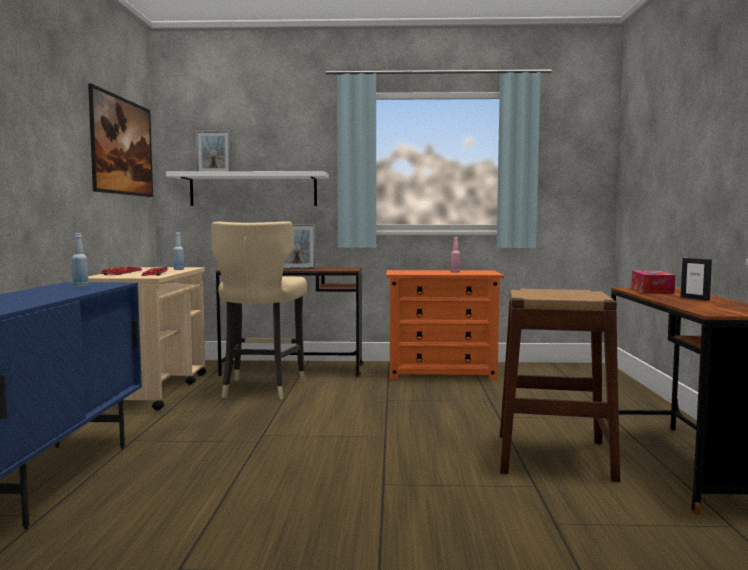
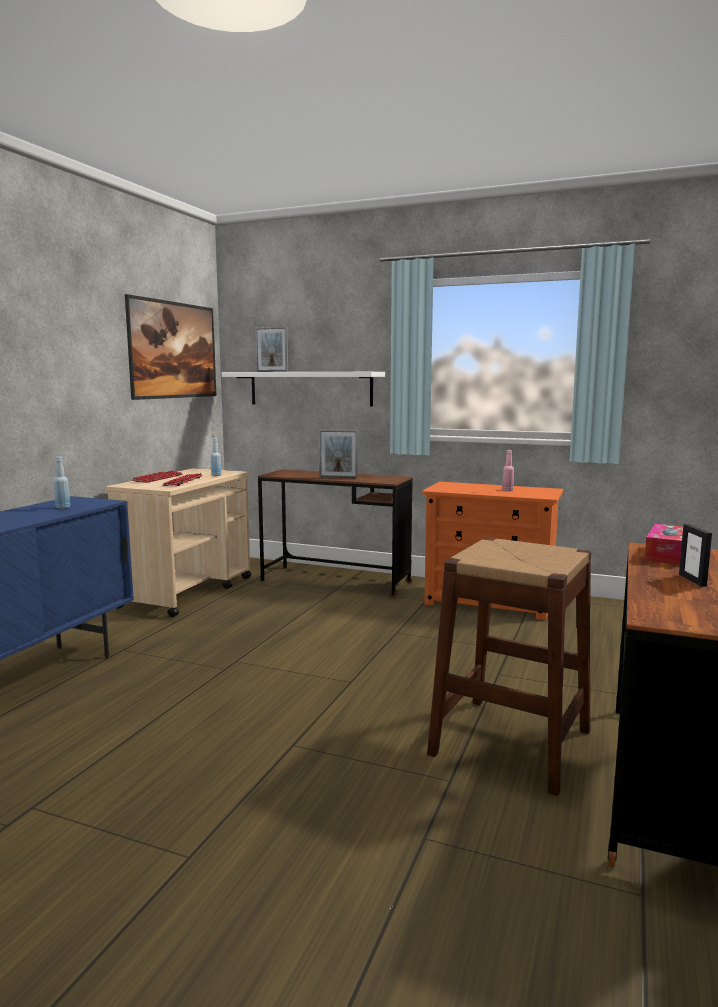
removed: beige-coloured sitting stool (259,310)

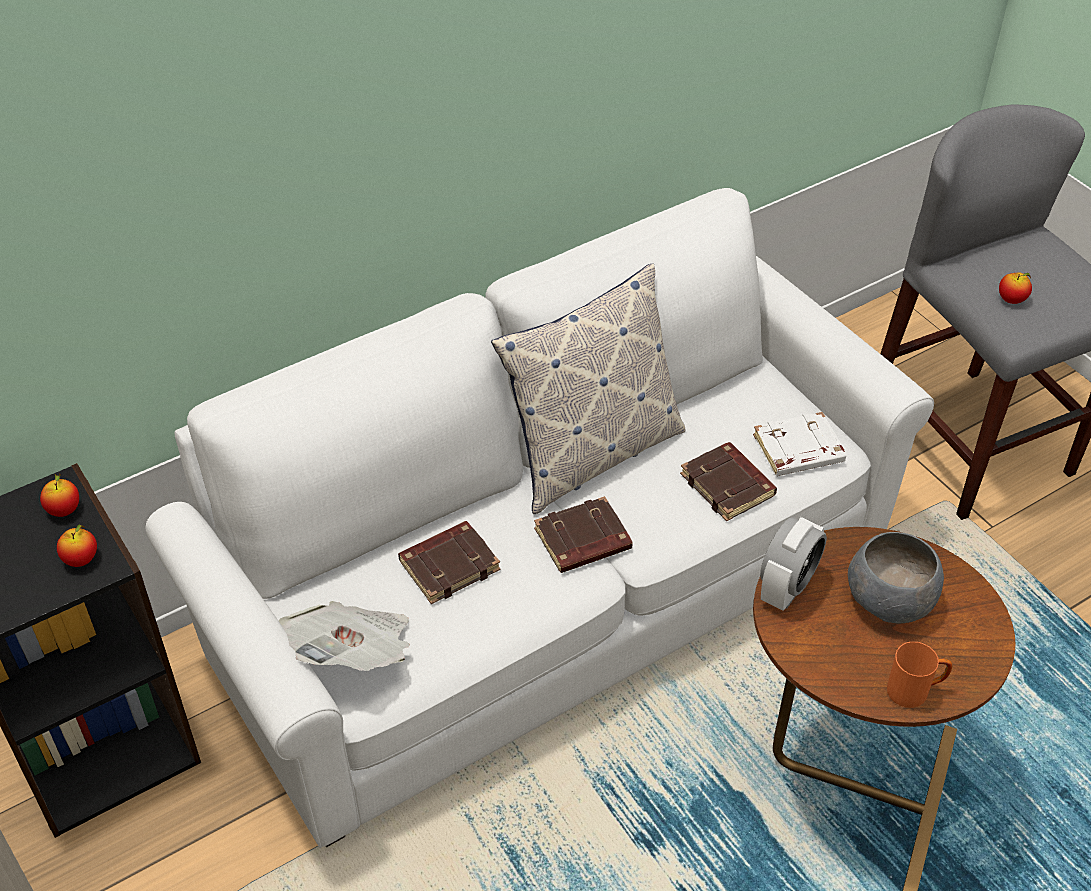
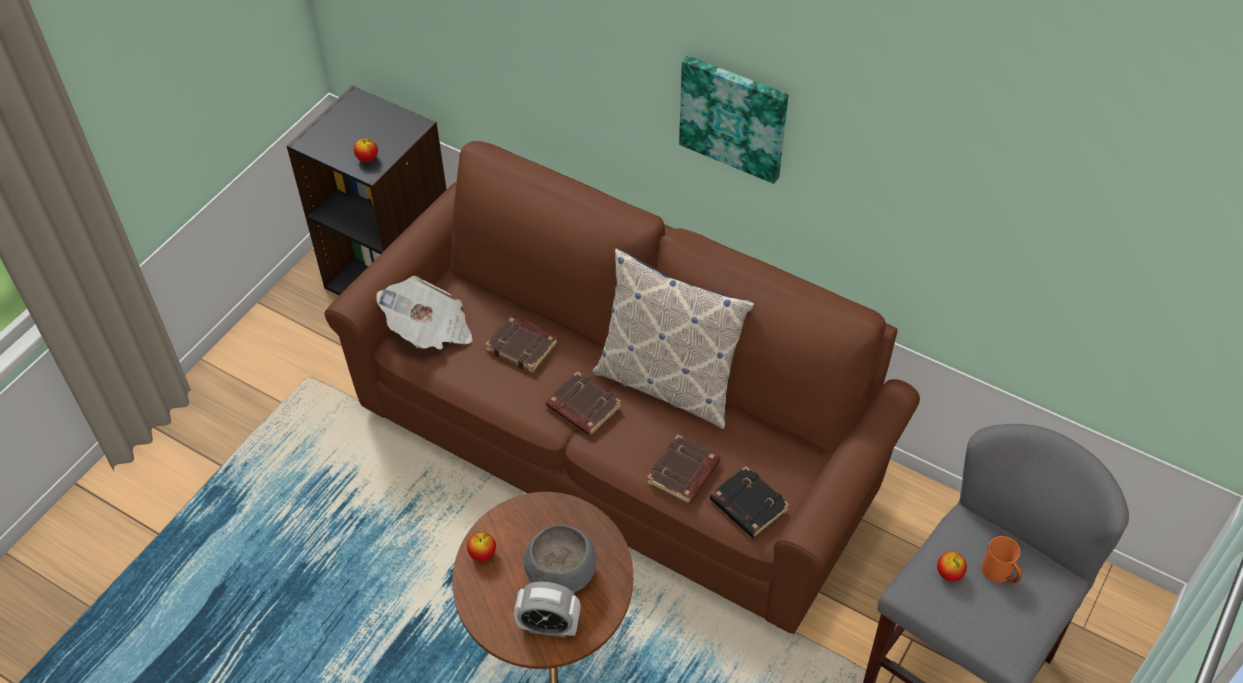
added: wall picture (733,119)
moved: apple fruit (59,495) to (481,546); bedside clock (793,564) to (547,610); orange coffee mug (919,675) to (1001,559)
recoloured: white-coloured sofa (540,518) to brownish sofa (622,387); white-coloured bound book (799,444) to black bound book (750,502)

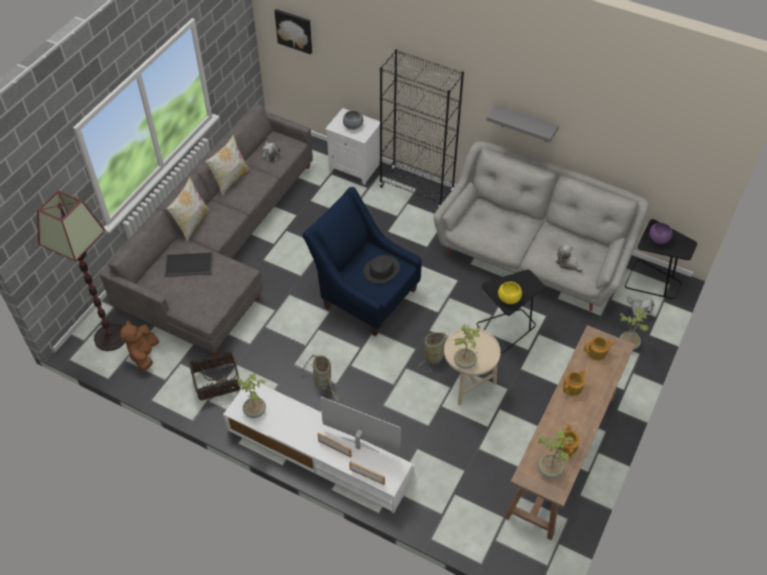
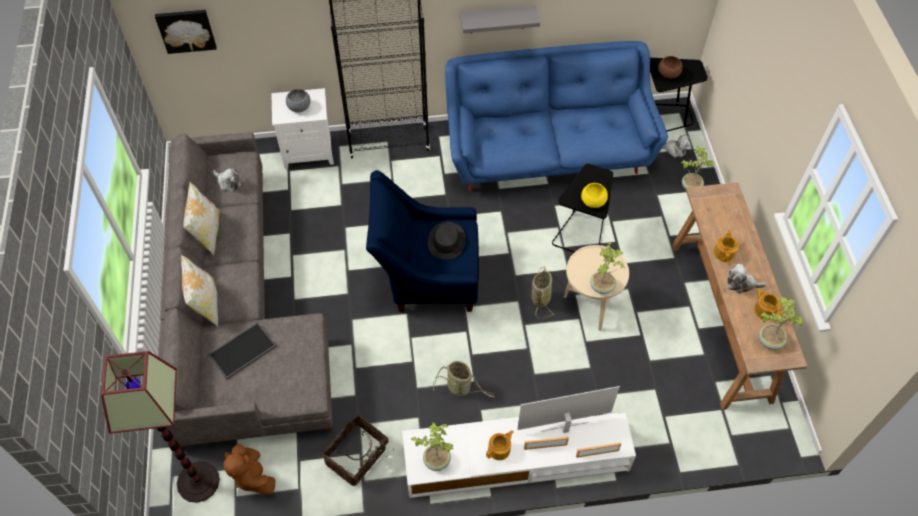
moved: plush toy (569,258) to (747,279); teapot (599,348) to (500,445)
recoloured: grey sofa (541,226) to blue sofa (556,116); purple bowl (661,233) to brownish bowl (670,67)

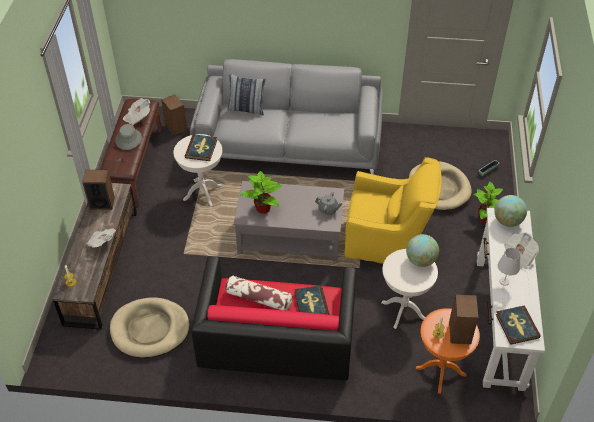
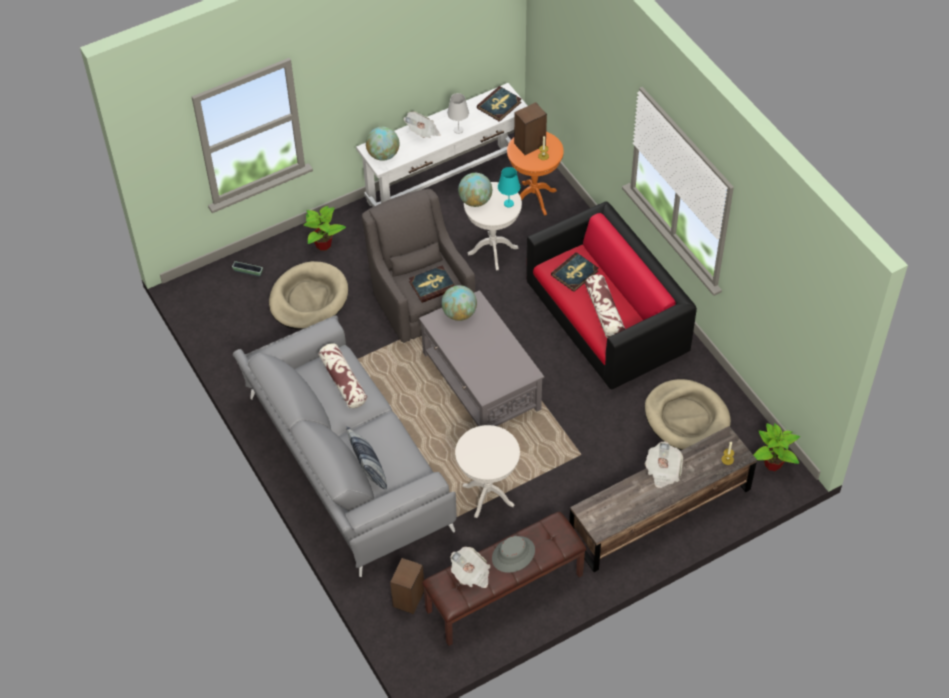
removed: audio speaker (98,190)
added: cushion (342,375); turquoise lamp for a table (509,187)
moved: bound book (201,147) to (432,284); houseplant (261,192) to (777,447)
replaced: grey teapot (328,203) to world globe (459,303)
recoloured: yellow-coloured armchair (393,210) to grey armchair (418,266)

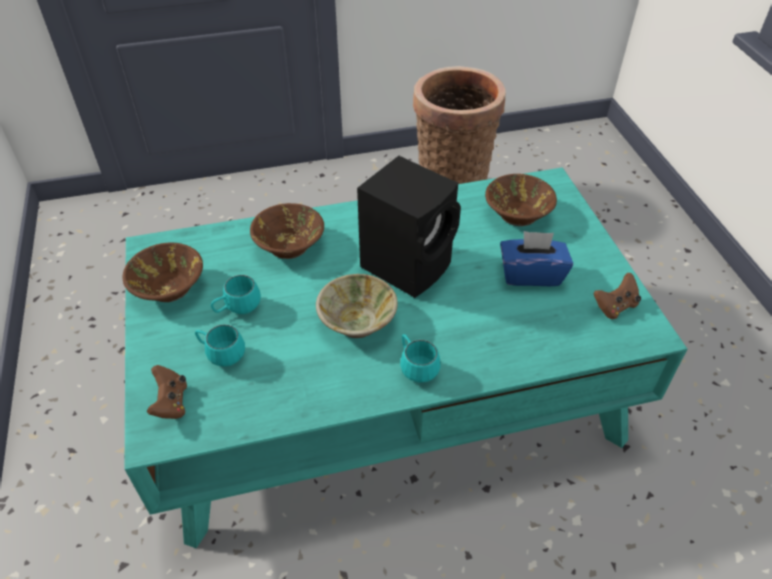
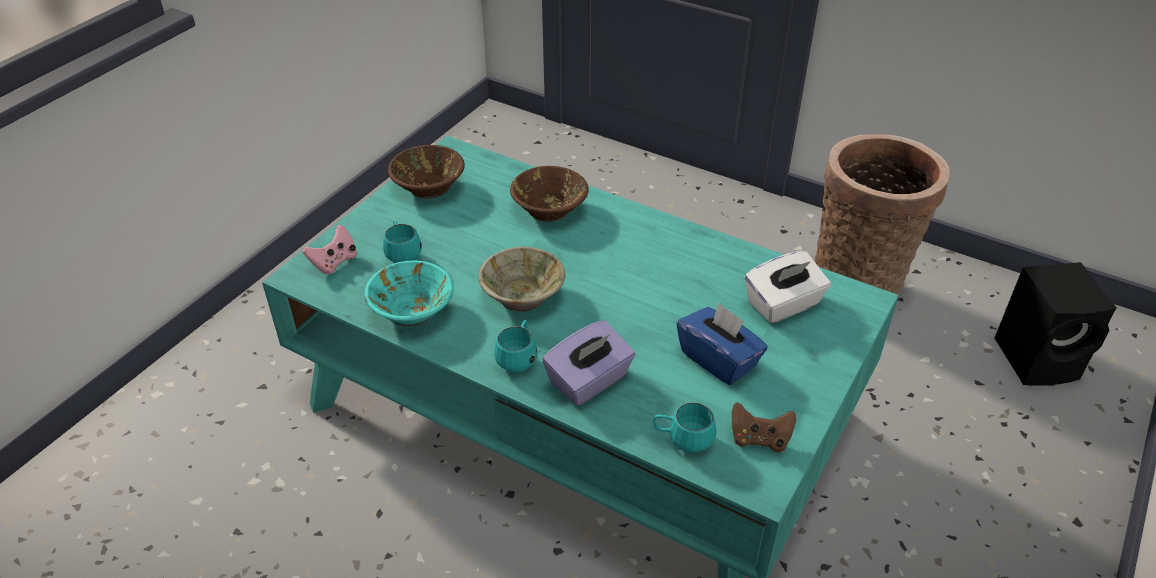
added: turquoise bowl (409,293); purple box of tissues (589,363)
moved: turquoise coffee mug (236,294) to (684,427); black audio speaker (409,227) to (1056,323)
replaced: brownish bowl (521,200) to white-coloured box of tissues (788,287)
recoloured: brownish joypad (167,392) to pink-coloured joypad (330,249)

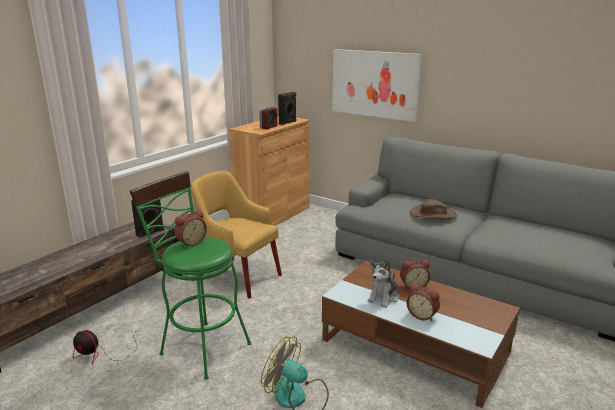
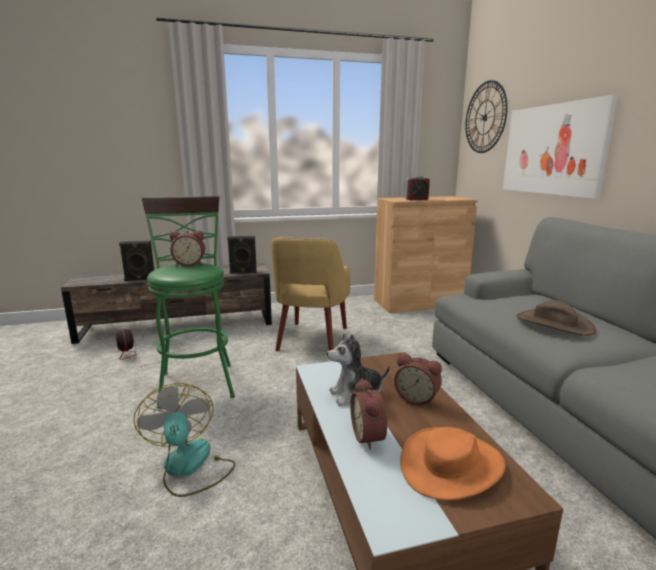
added: orange clothing hat (453,463); clock on the wall (486,116)
moved: black audio speaker (287,108) to (136,261)
turned: yellow-coloured armchair (236,235) = (311,294) 150 degrees counterclockwise

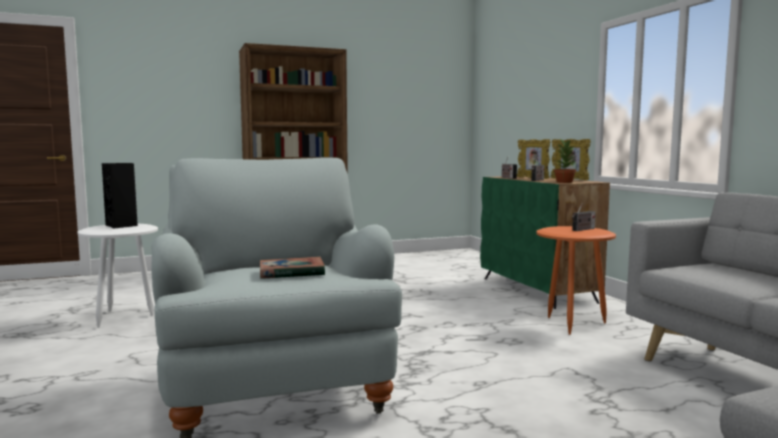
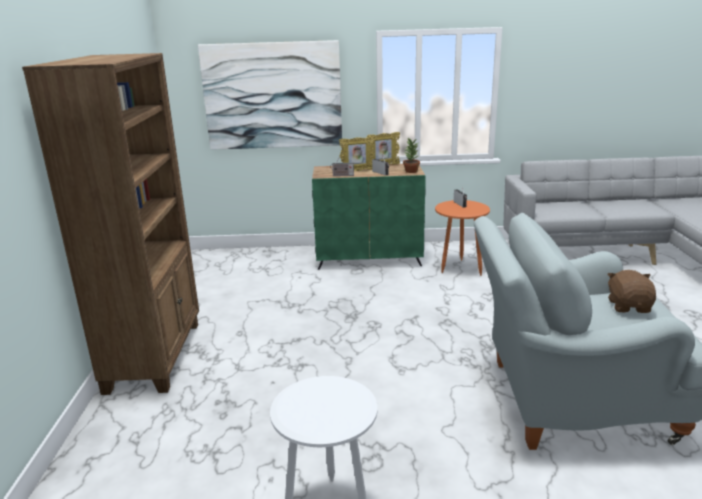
removed: black audio speaker (120,196)
added: wall picture (270,95)
replaced: bound book (292,268) to brownish plush toy (631,291)

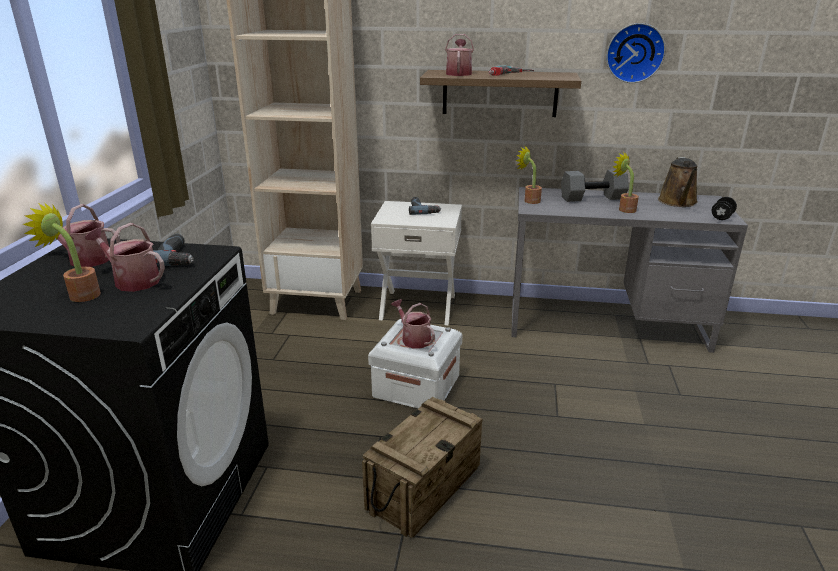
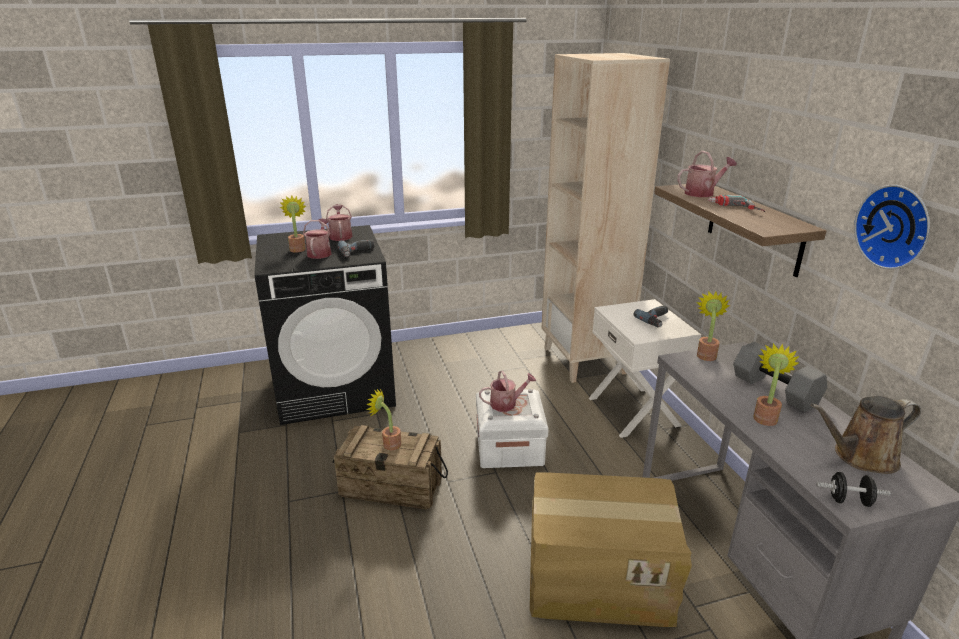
added: houseplant (383,419); carton (611,550)
turned: watering pot (413,323) = (507,391) 45 degrees clockwise

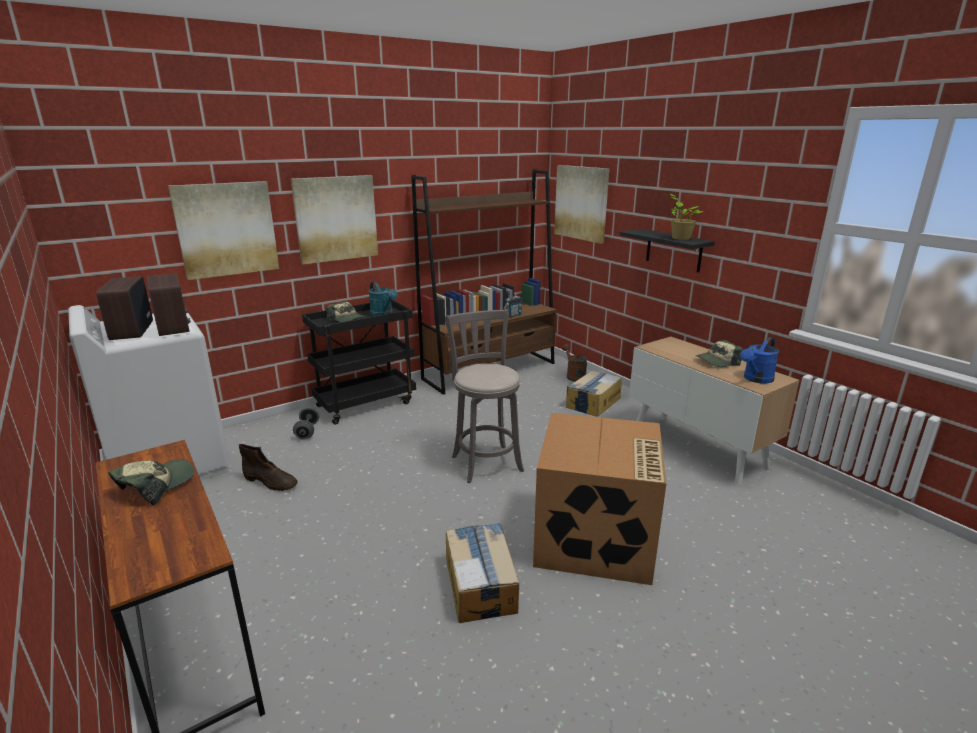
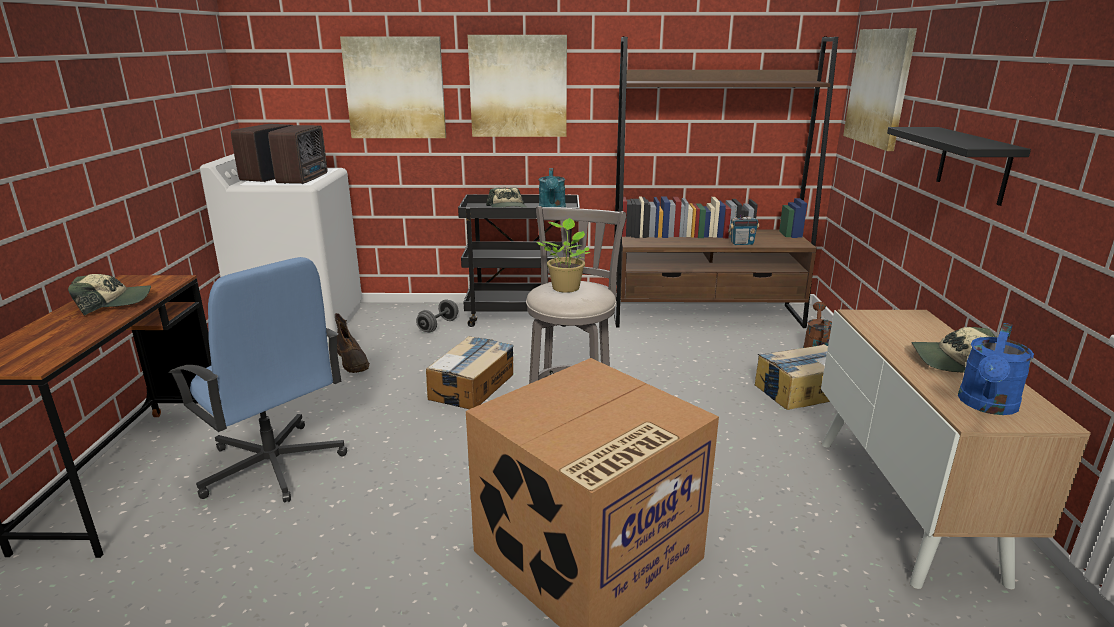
added: blue office chair (257,380)
moved: carton (482,573) to (470,372); houseplant (687,217) to (564,255)
turned: blue watering pot (759,360) = (996,369) 45 degrees counterclockwise

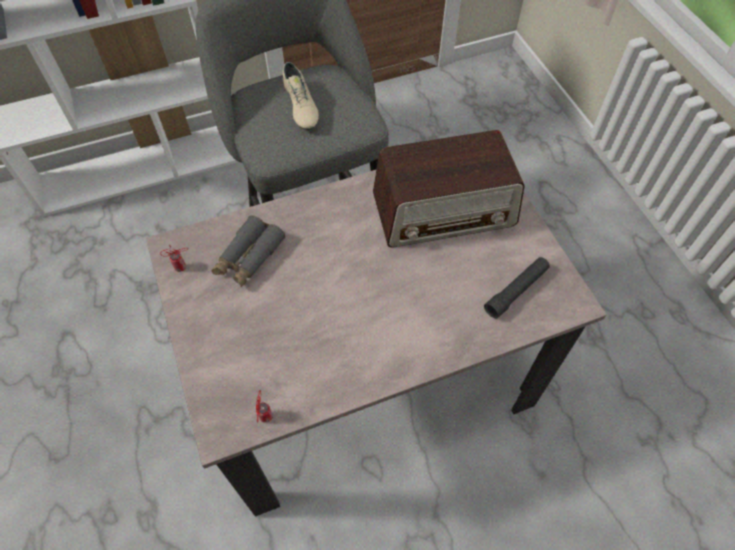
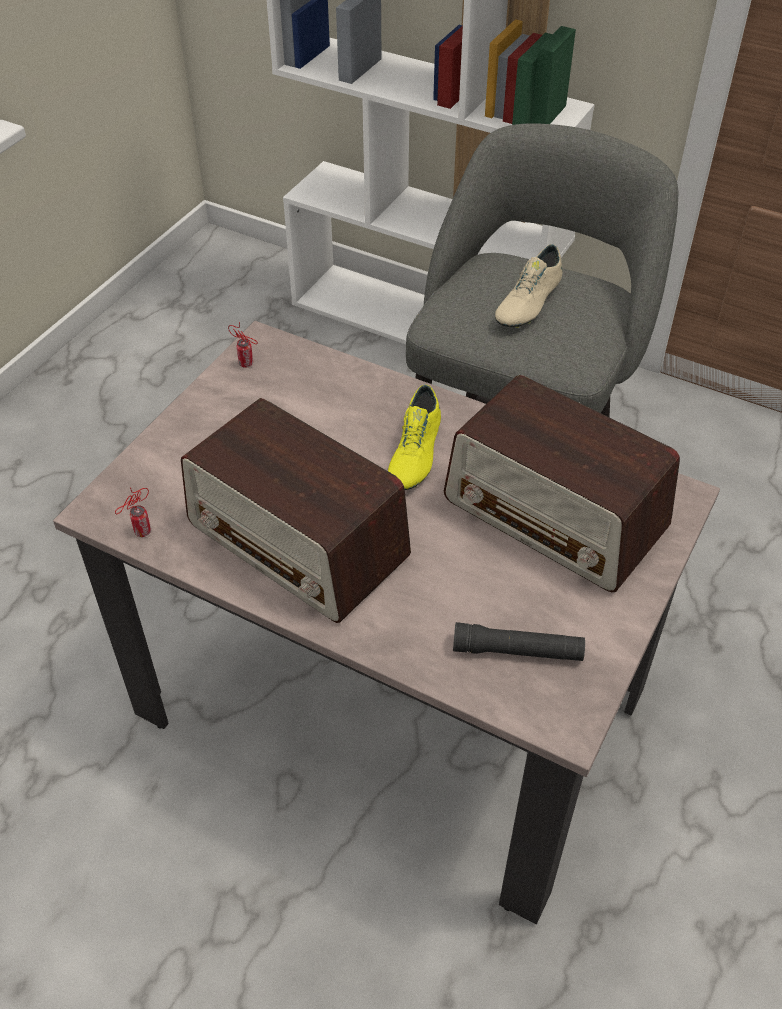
removed: grey binoculars (248,251)
added: radio receiver (296,510); yellow-coloured low shoe (414,437)

